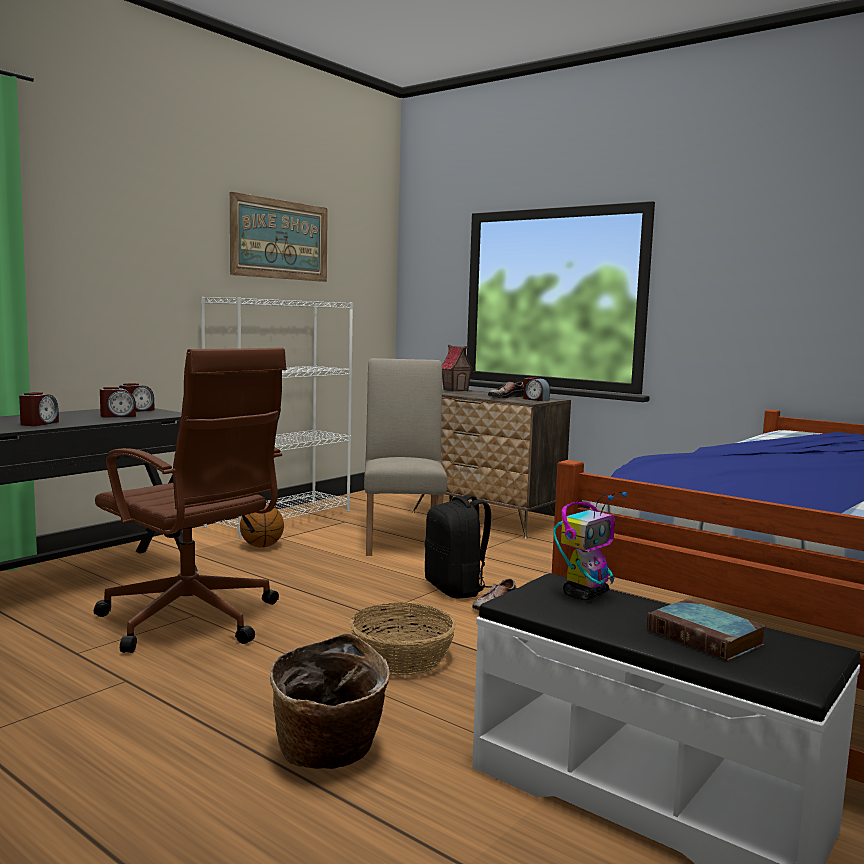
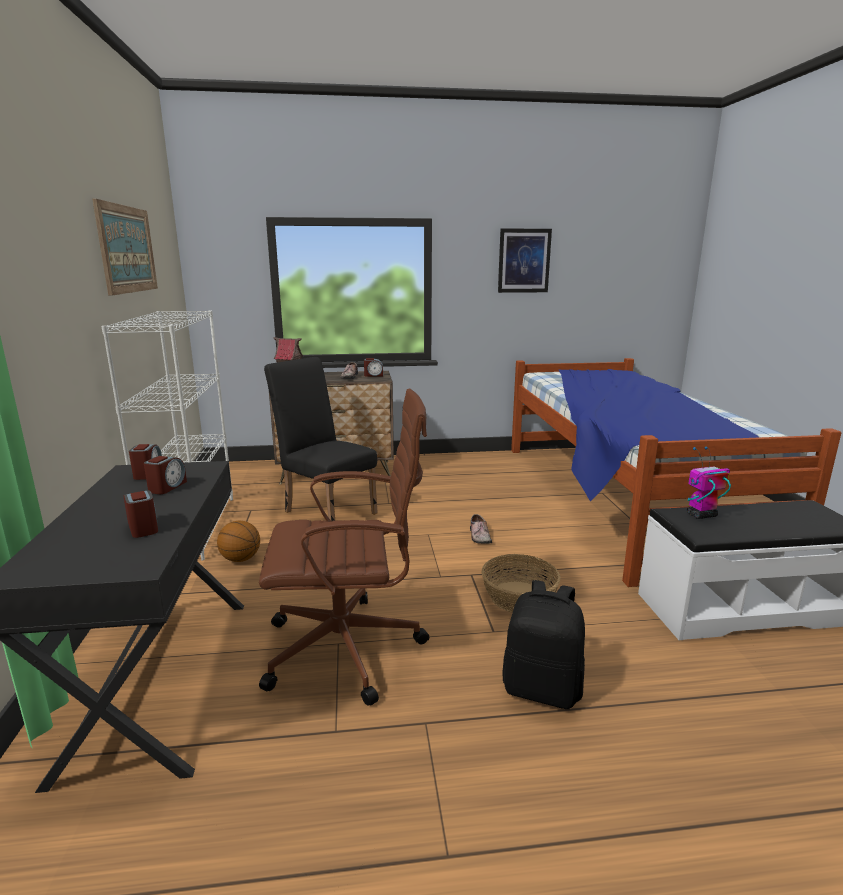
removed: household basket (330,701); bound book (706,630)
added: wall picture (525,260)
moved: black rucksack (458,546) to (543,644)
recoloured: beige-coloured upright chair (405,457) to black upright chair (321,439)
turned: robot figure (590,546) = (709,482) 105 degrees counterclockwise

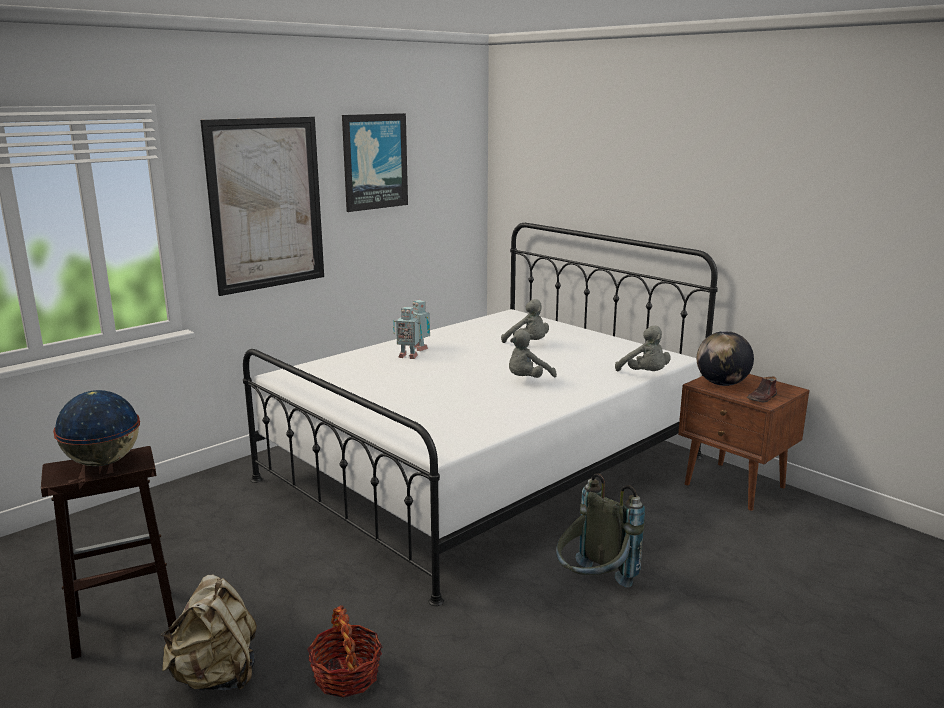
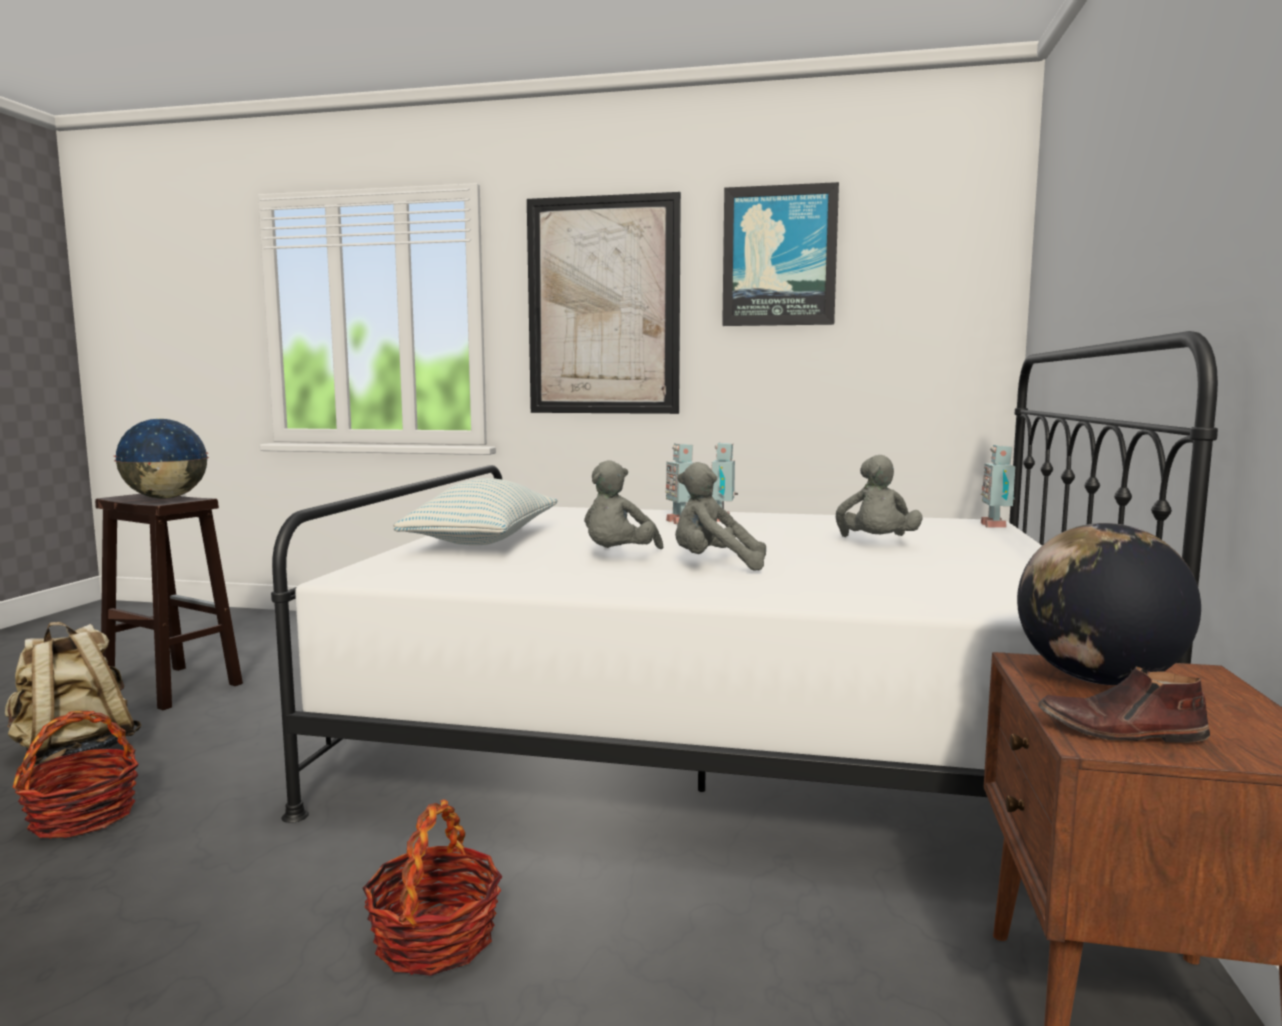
added: cushion (475,511); robot figure (998,486)
moved: grey plush toy (643,348) to (623,504)
replaced: grey rucksack (600,530) to household basket (433,888)

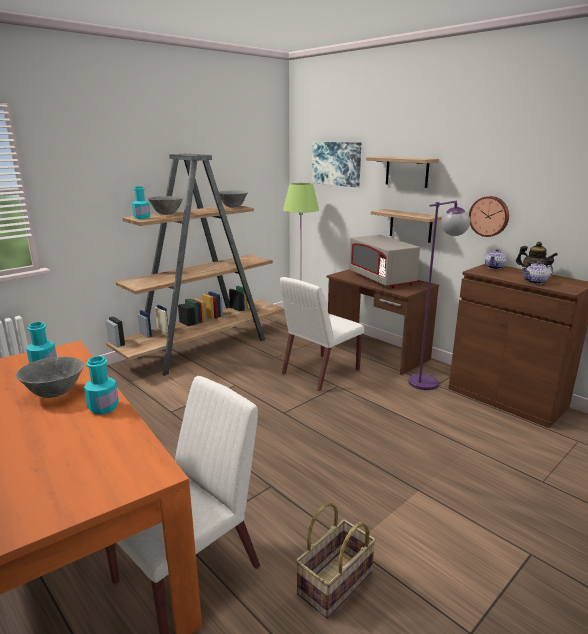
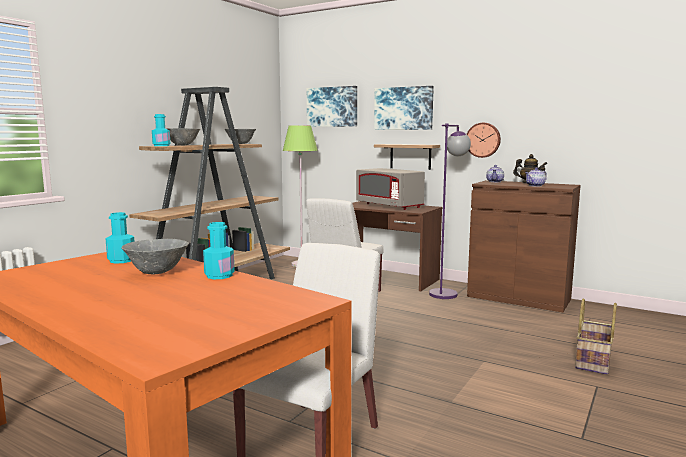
moved: household basket (336,560) to (596,336)
replaced: shelf (402,172) to wall picture (404,108)

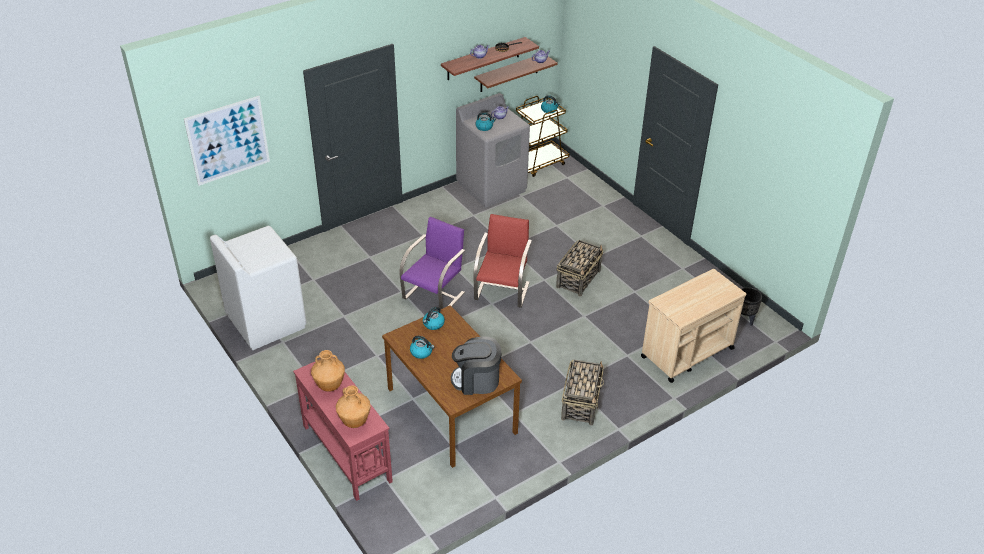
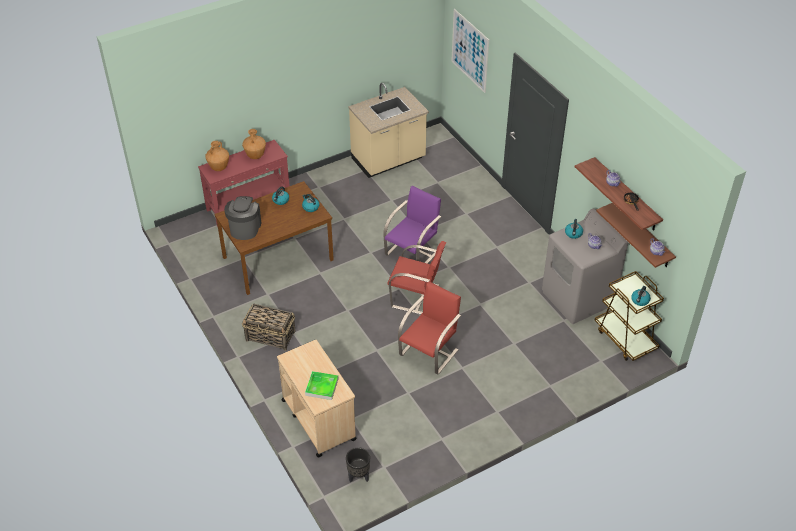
added: carrying tray (322,385)
replaced: white-coloured laundry appliance (258,288) to beige-coloured counter (388,130); household basket (579,268) to red-coloured upright chair (429,328)
turned: purple upright chair (432,263) = (412,225) 90 degrees counterclockwise

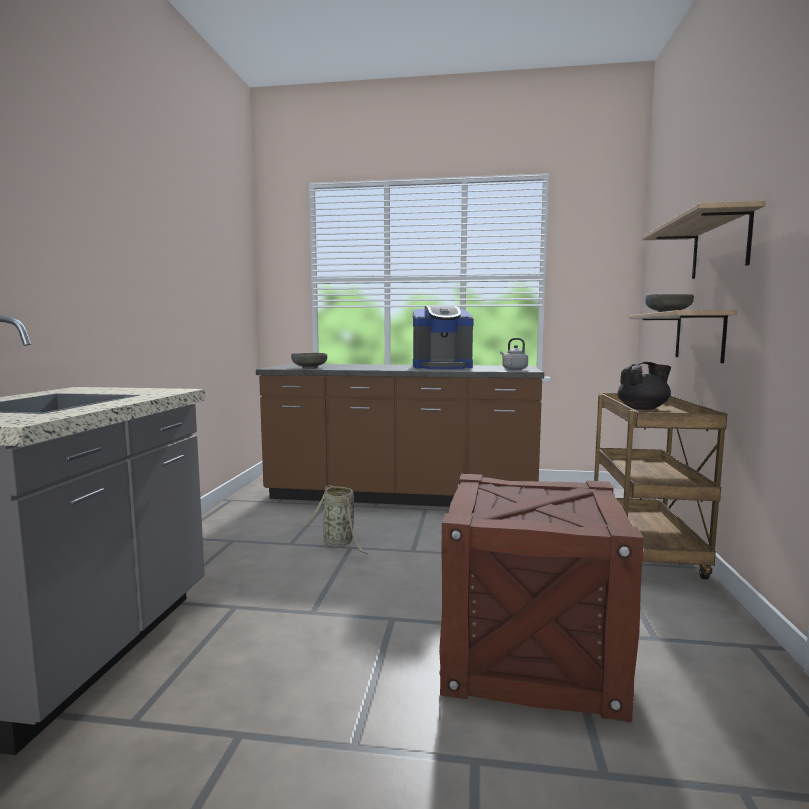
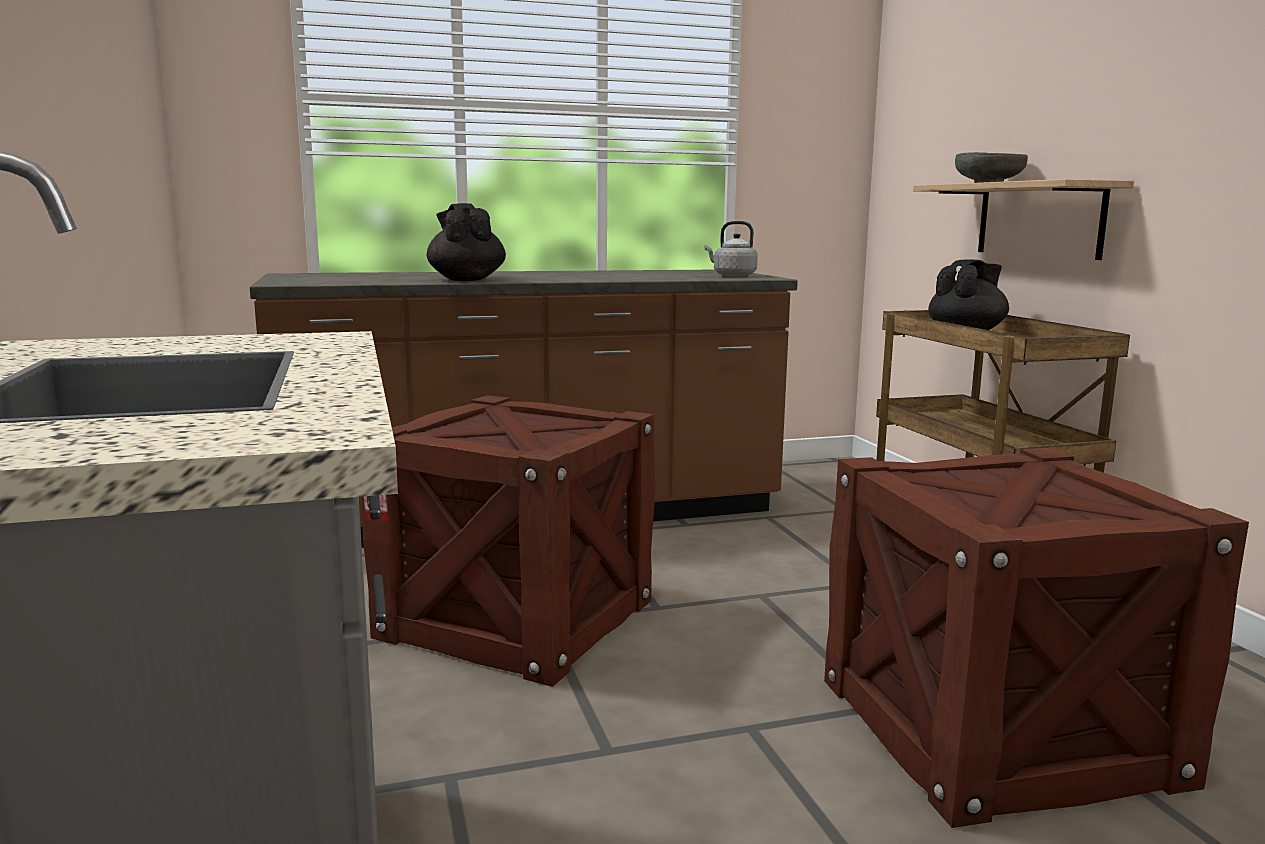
removed: grey bowl (309,361); coffee machine (443,337); shelf (704,240)
added: black teapot (466,242)
replaced: household basket (336,519) to shipping crate (508,541)

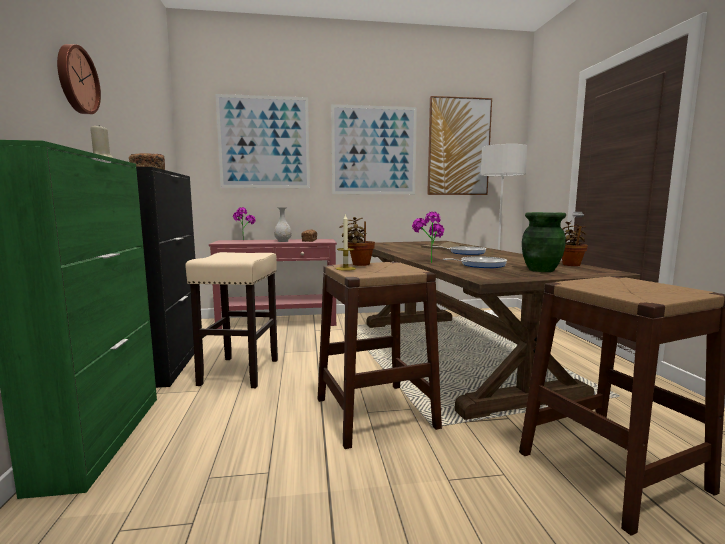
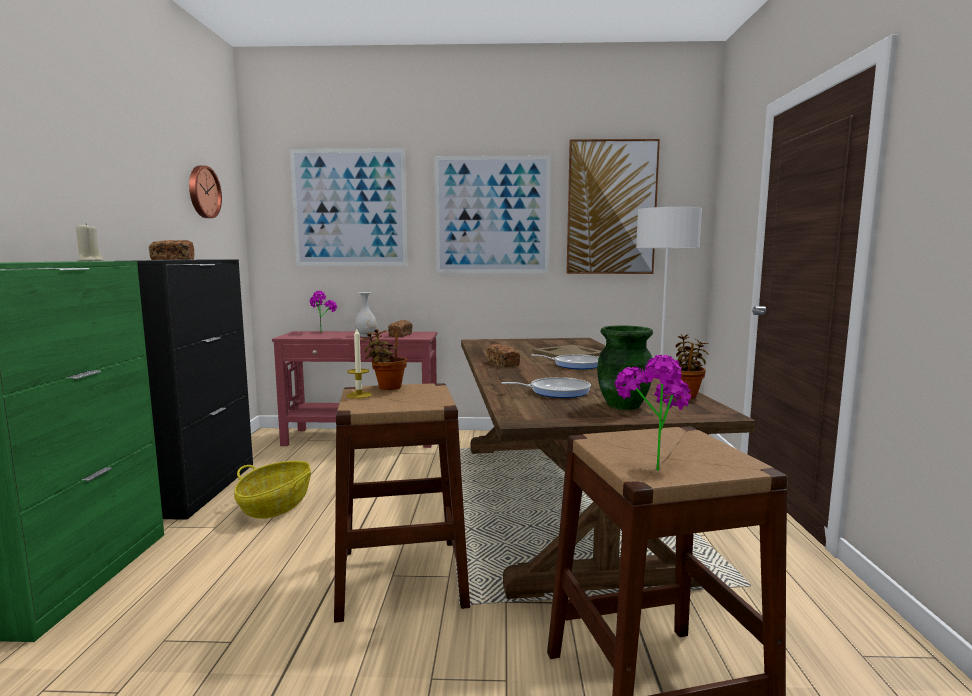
added: bakery bread (503,355)
moved: clock on the wall (79,79) to (205,192); houseplant (428,237) to (653,413)
replaced: beige-coloured sitting stool (231,320) to household basket (272,490)

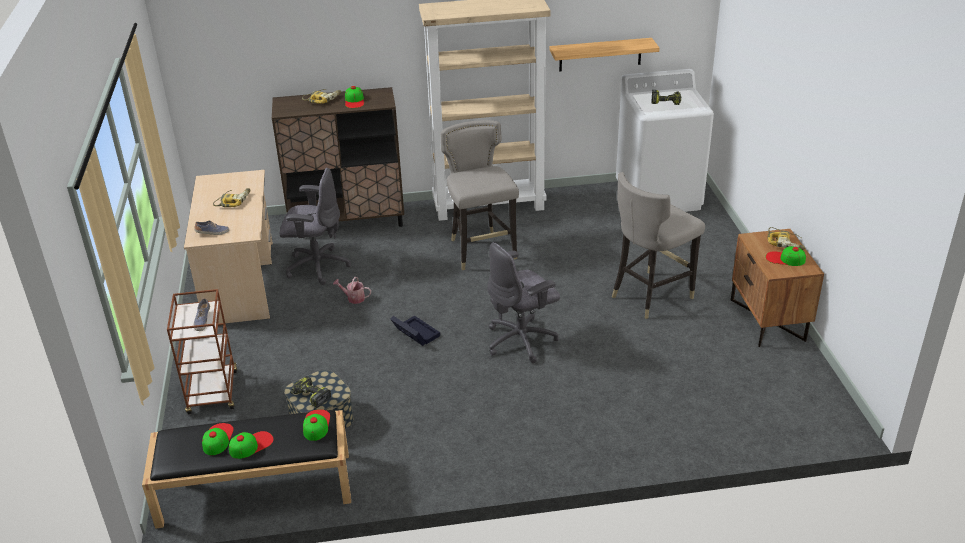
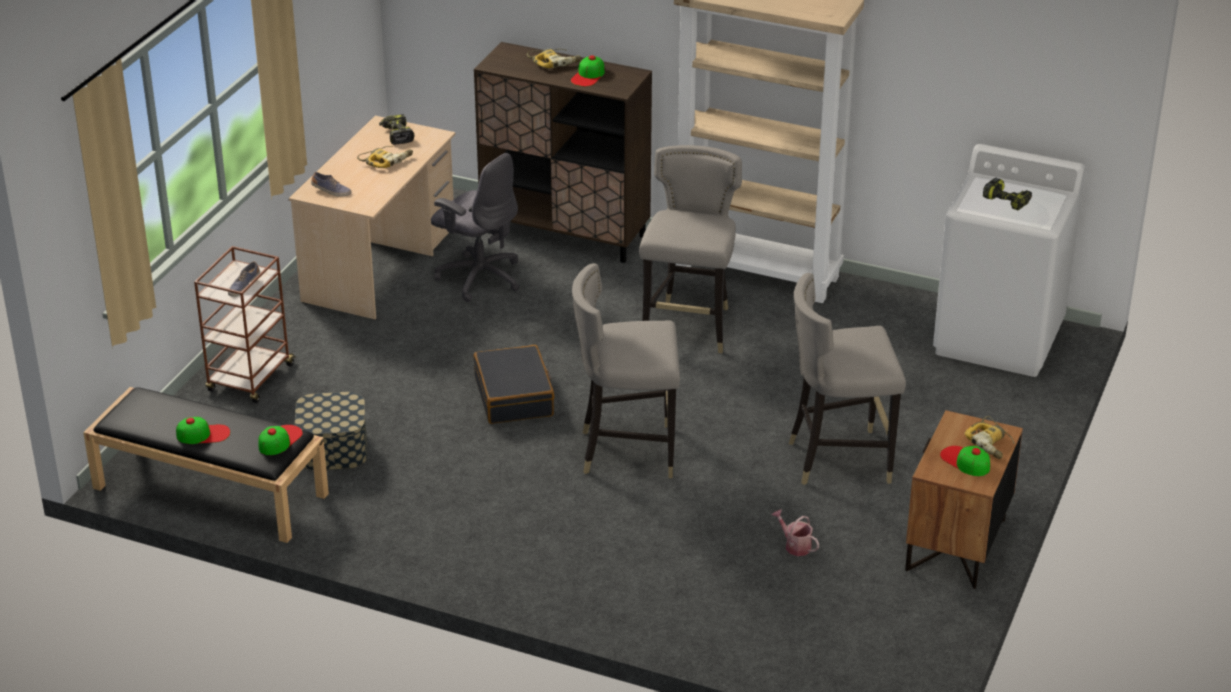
removed: baseball cap (218,439); shelf (605,55)
moved: power drill (310,392) to (396,129); watering pot (352,290) to (795,532)
replaced: black storage bin (415,331) to black travel case (513,384); grey office chair (523,302) to grey sitting stool (626,370)

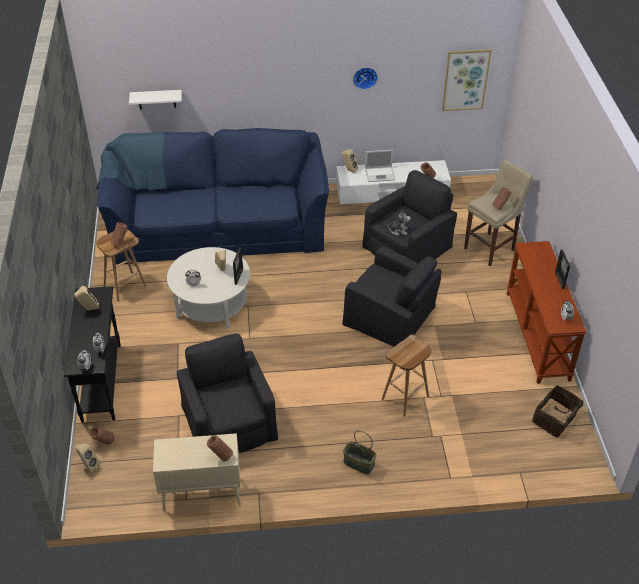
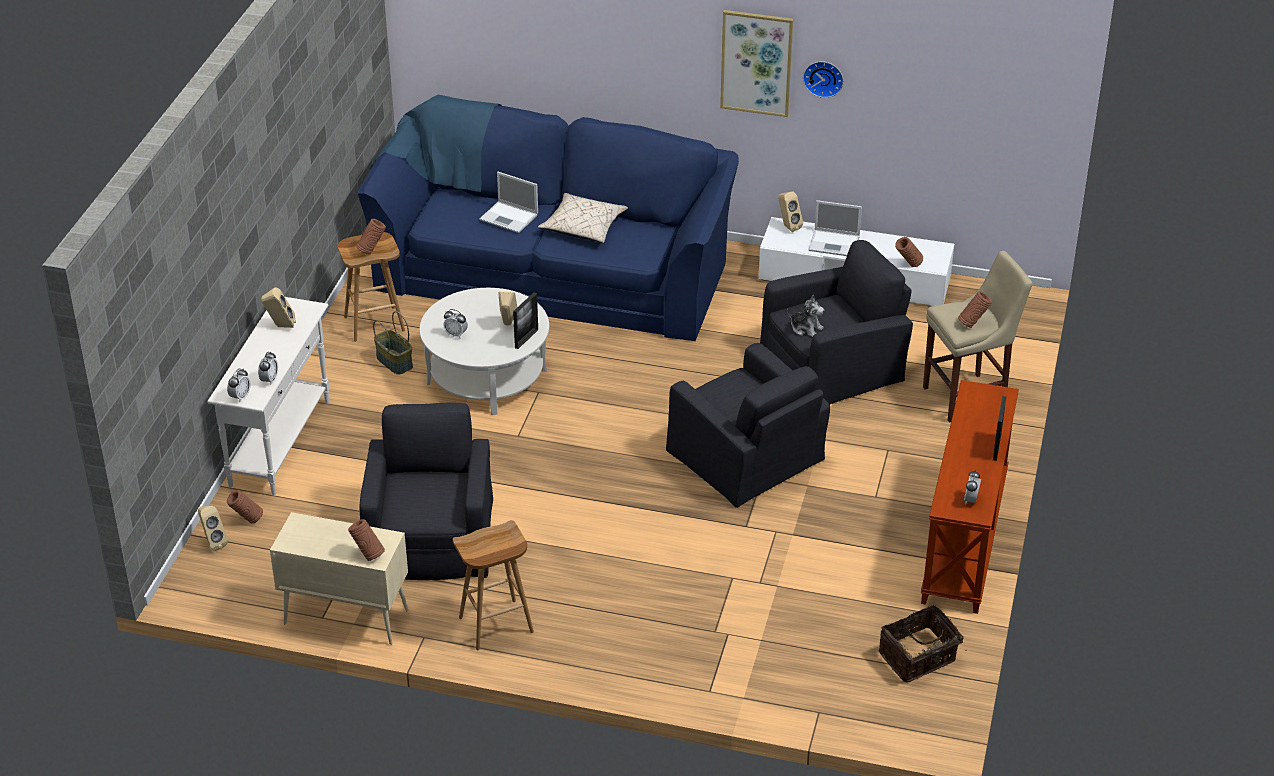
removed: white-coloured shelf (155,100)
added: portable computer (508,202); beige-coloured cushion (583,218)
moved: household basket (359,452) to (393,343); brownish sitting stool (406,375) to (493,585); wall picture (466,80) to (756,63)
recoloured: black console table (92,354) to white-coloured console table (268,396)

